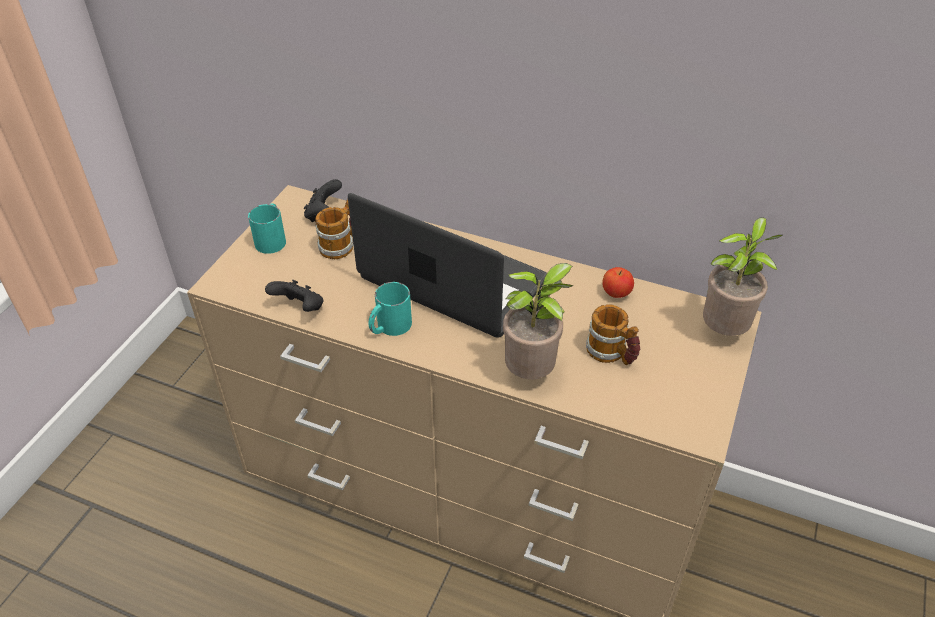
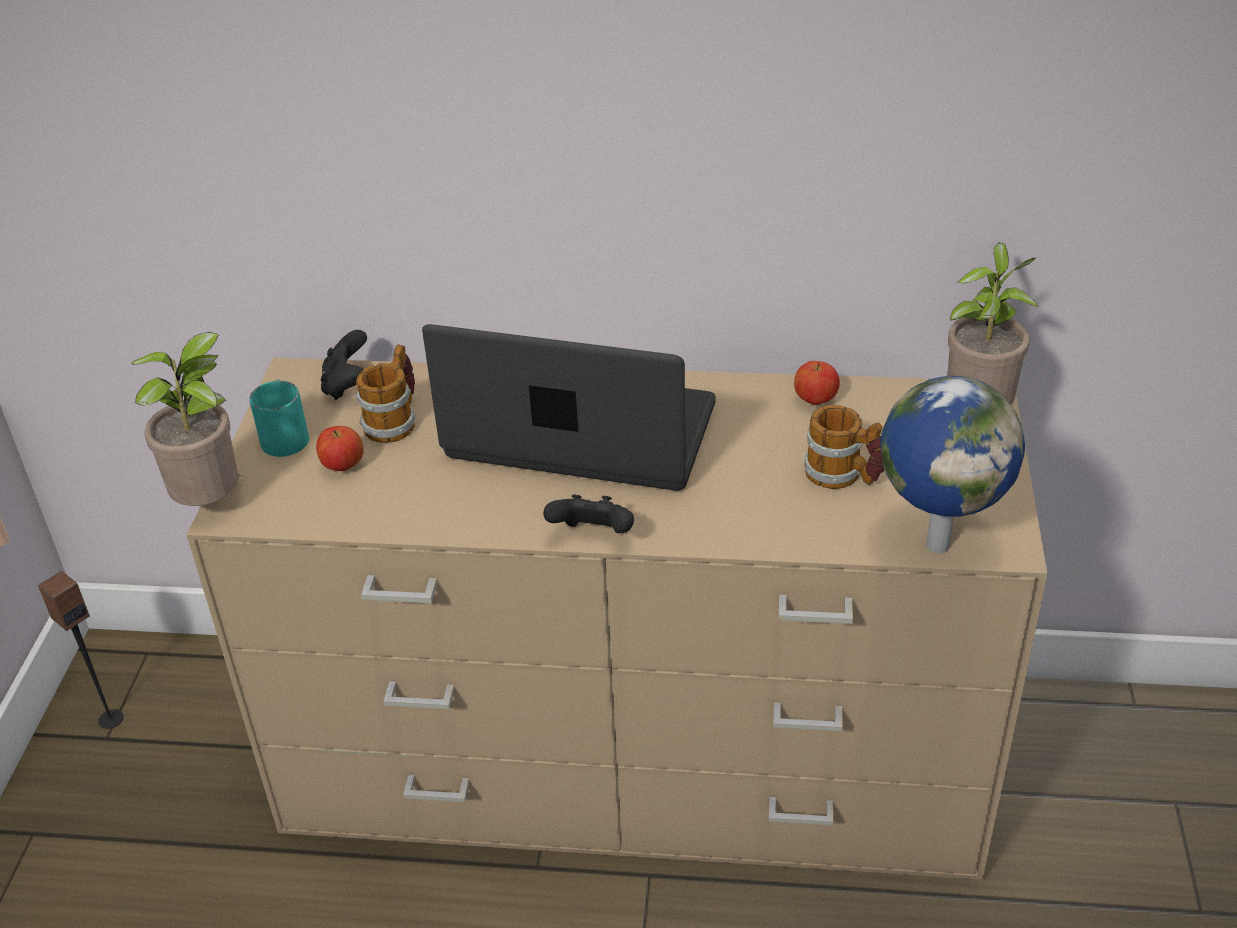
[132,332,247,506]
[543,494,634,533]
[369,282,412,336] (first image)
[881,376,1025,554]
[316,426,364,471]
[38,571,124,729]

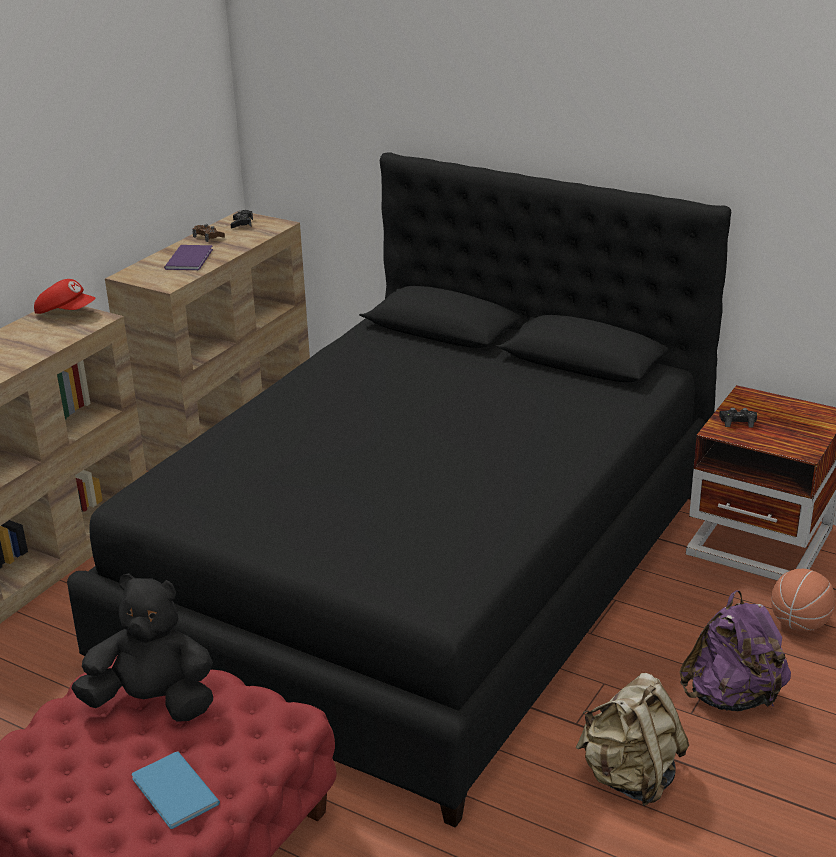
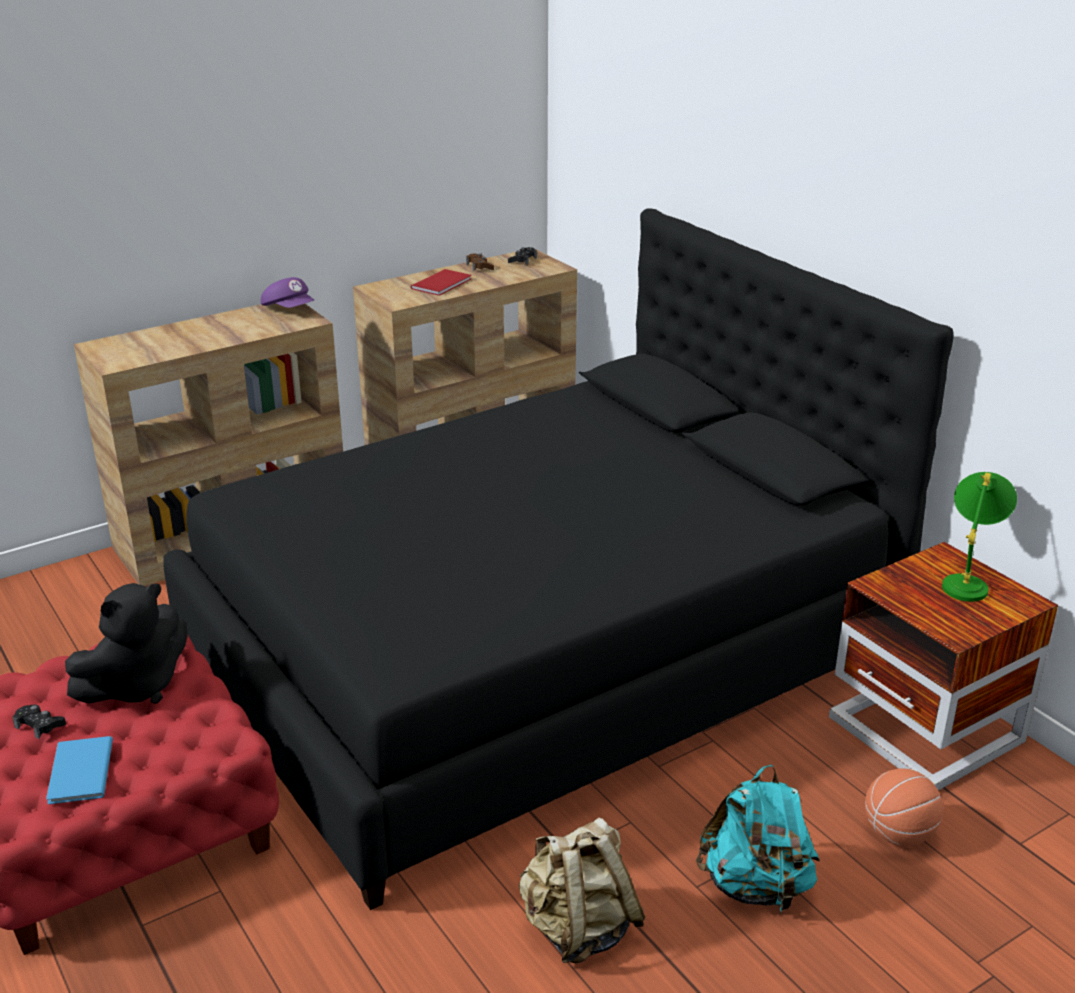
[410,269,471,296]
[261,277,314,308]
[13,704,66,739]
[65,583,188,704]
[696,765,820,912]
[942,472,1017,602]

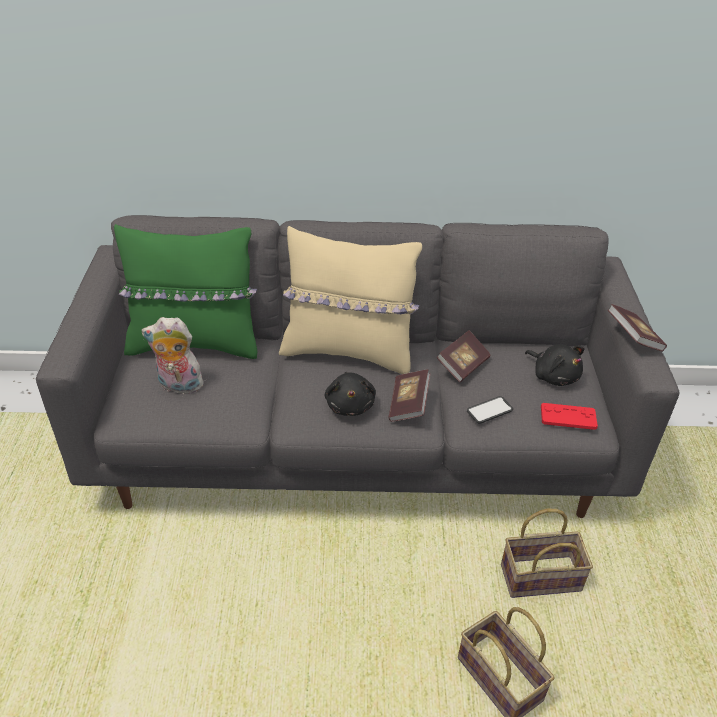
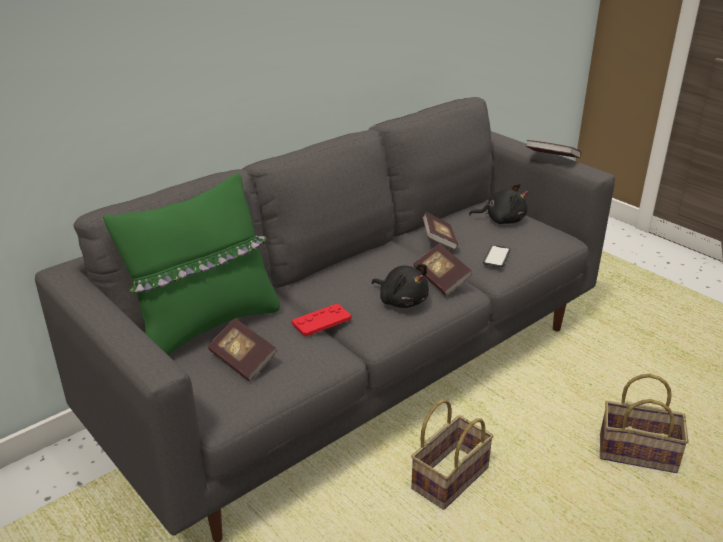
[279,226,422,374] (first image)
[208,318,277,382]
[292,304,351,336]
[411,399,494,510]

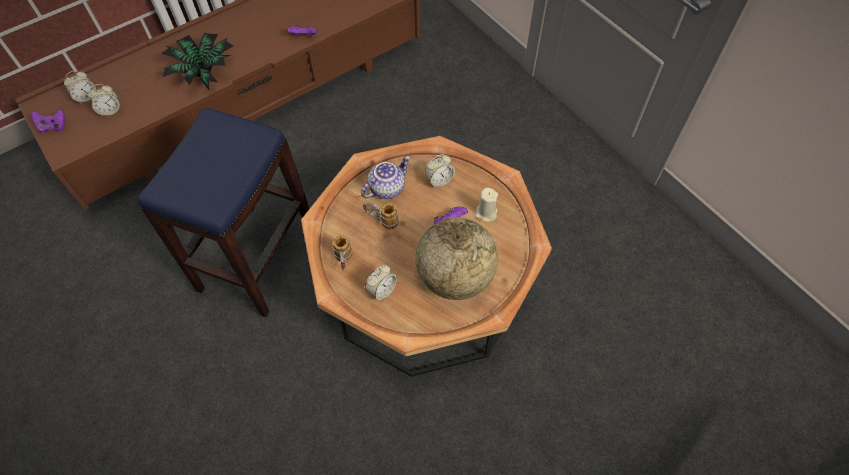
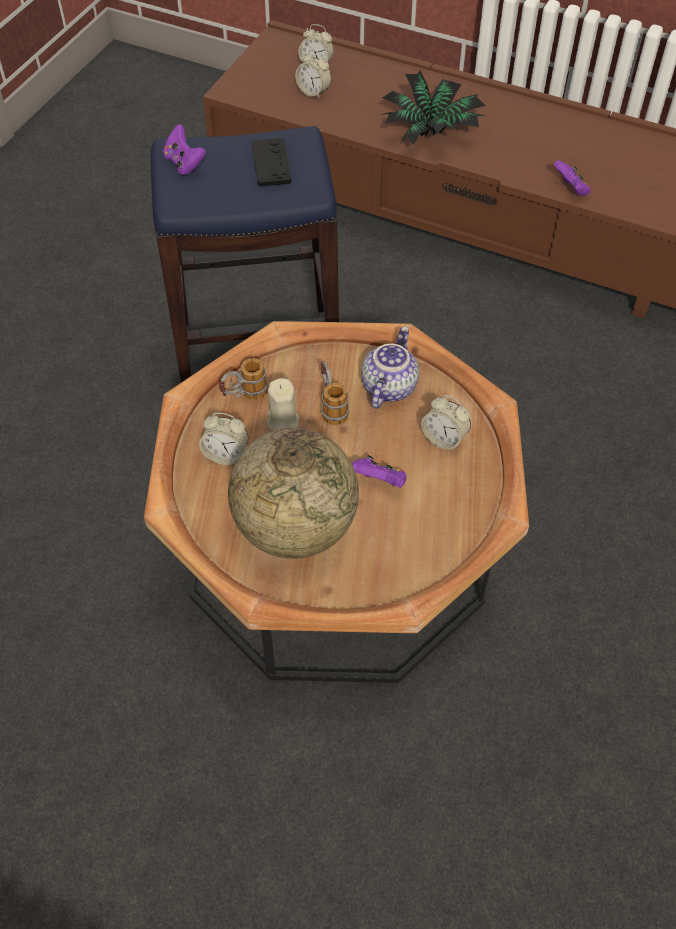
[163,124,206,175]
[361,327,419,409]
[267,378,299,431]
[252,138,291,187]

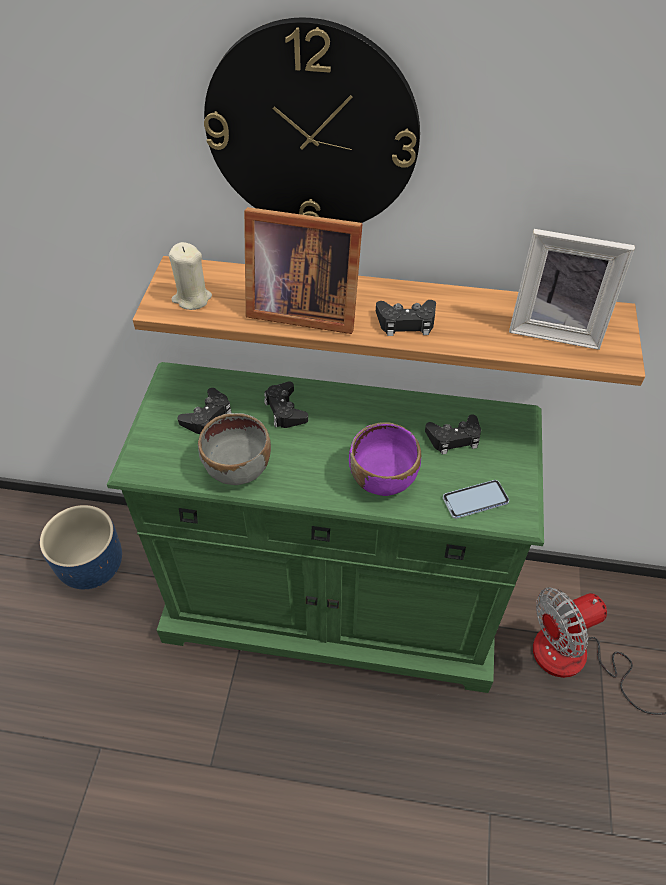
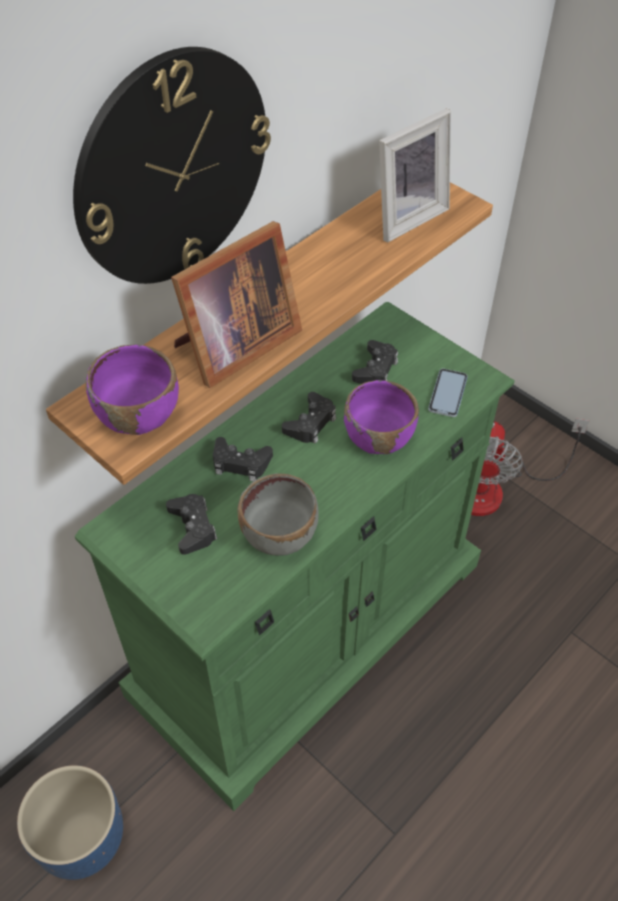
[86,344,179,435]
[282,392,336,444]

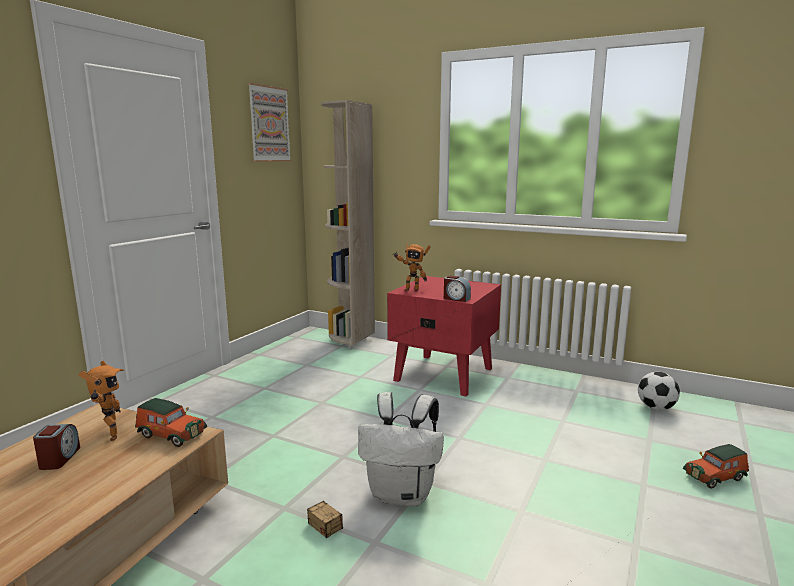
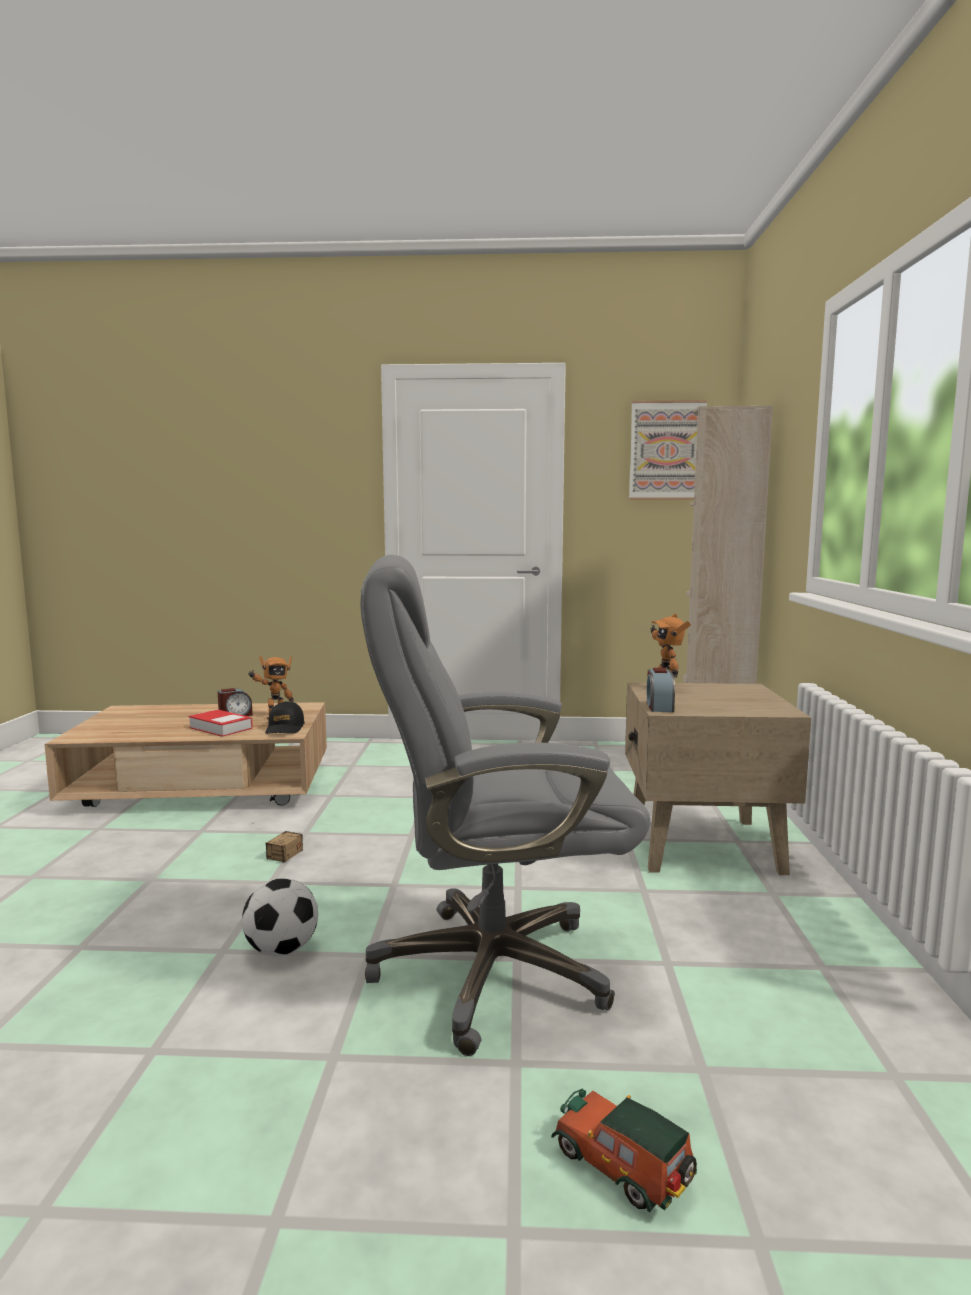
[625,682,811,875]
[242,878,318,956]
[358,392,444,506] (first image)
[265,702,305,734]
[361,555,651,1056]
[189,709,253,737]

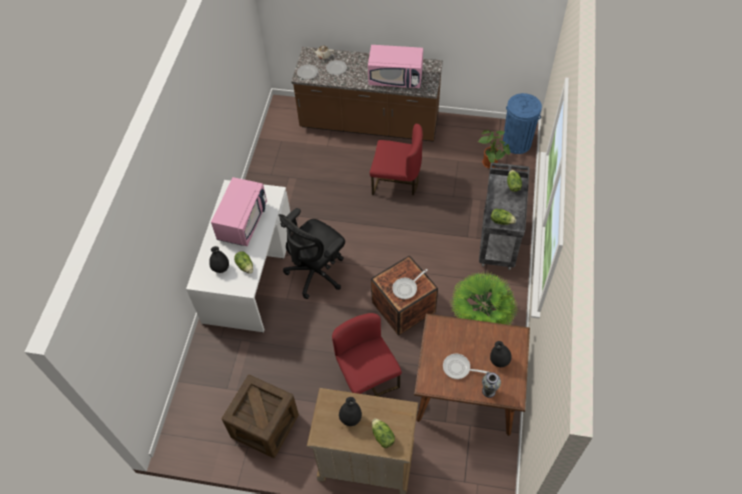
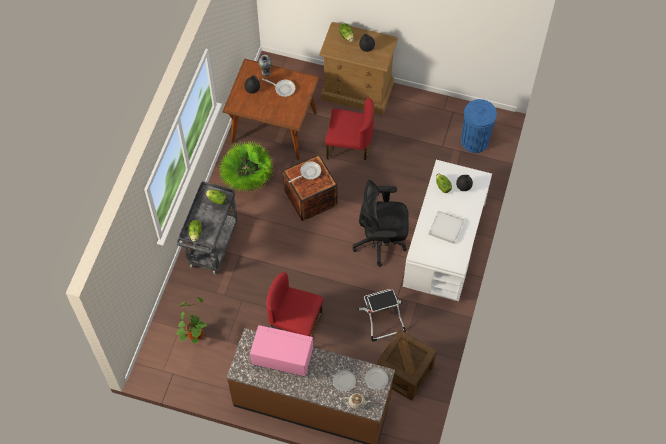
[461,99,497,153]
[429,211,464,244]
[353,180,409,267]
[325,98,374,160]
[376,329,437,401]
[358,289,406,342]

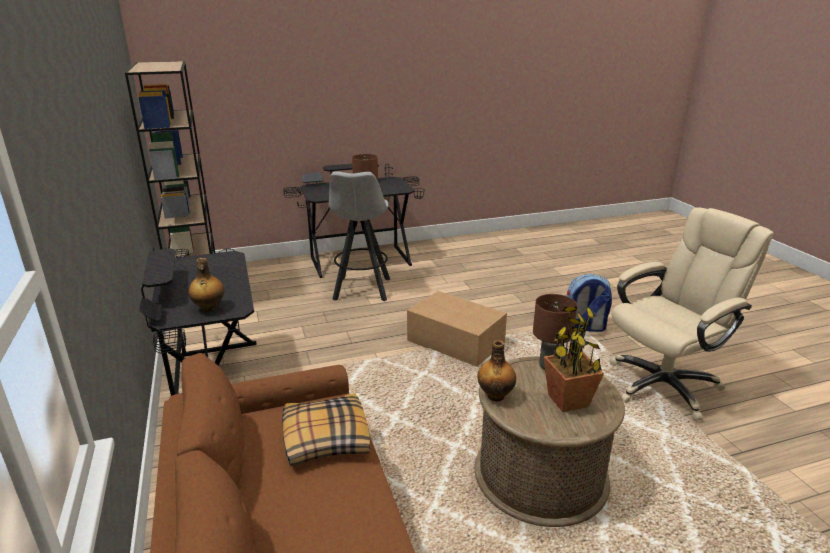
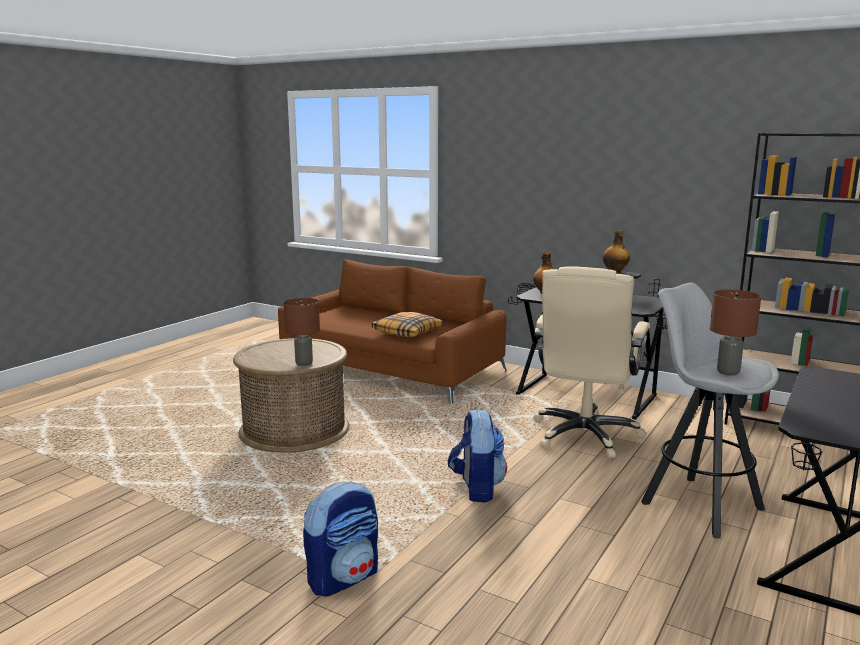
[533,266,650,459]
[448,409,507,503]
[544,306,604,412] (first image)
[603,230,630,273]

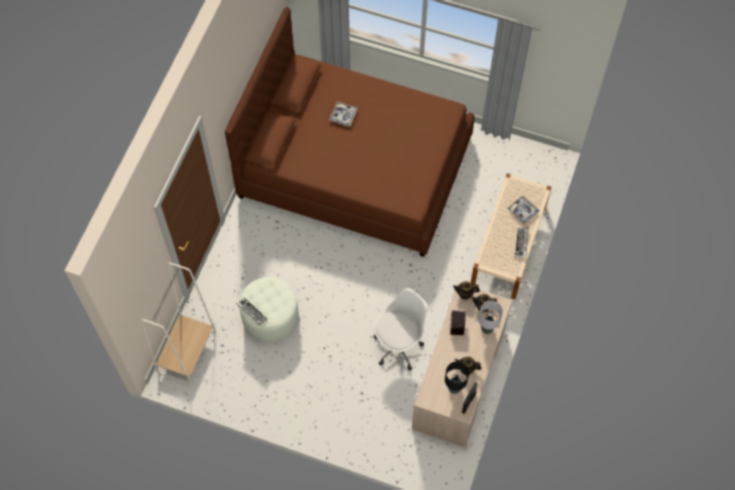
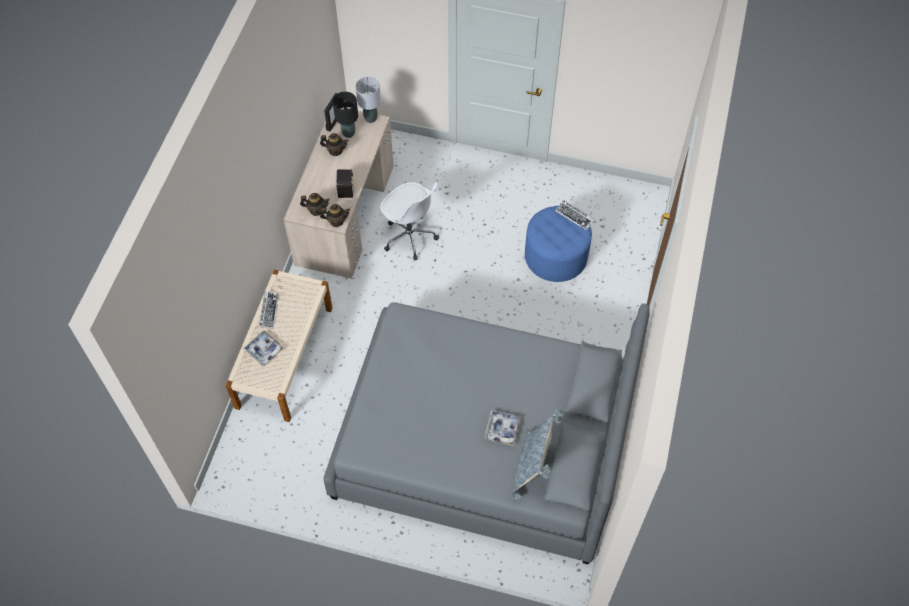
[323,302,650,564]
[141,263,216,385] (first image)
[525,206,592,282]
[380,182,439,260]
[356,77,381,123]
[512,409,563,501]

